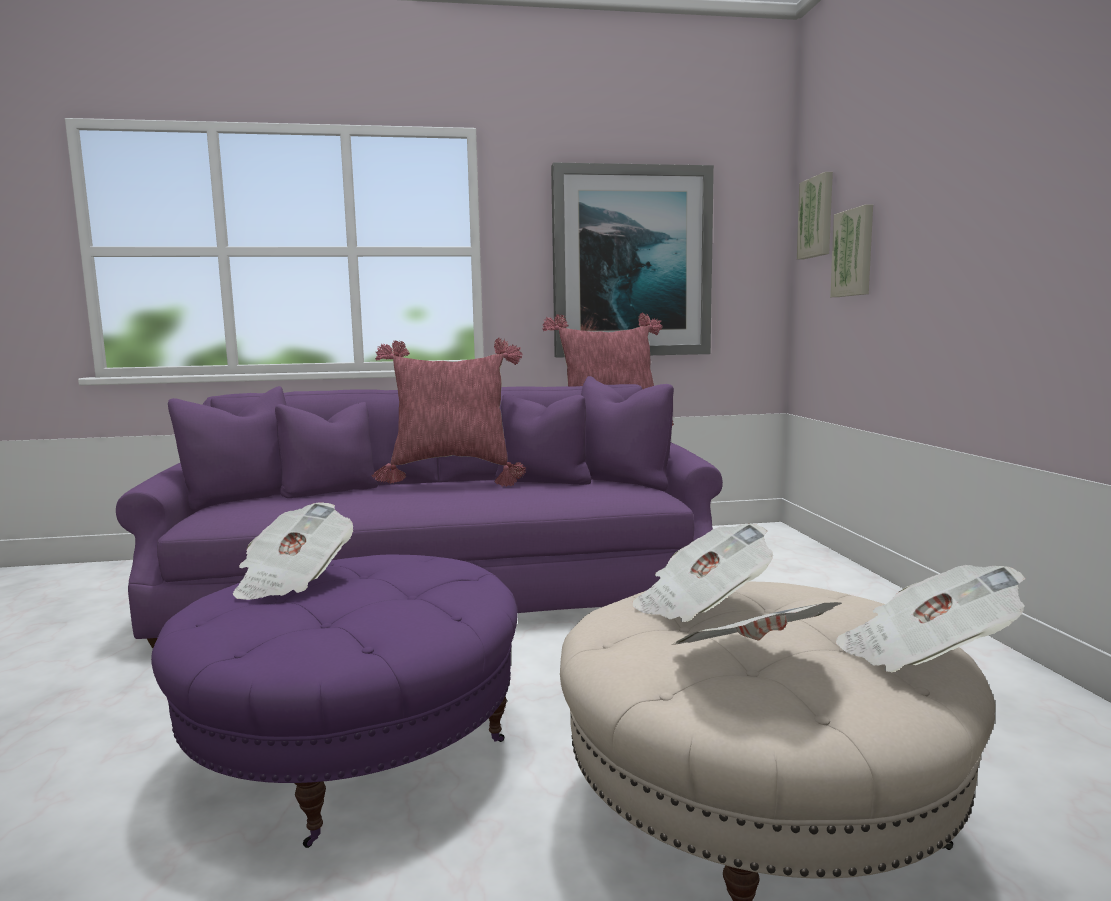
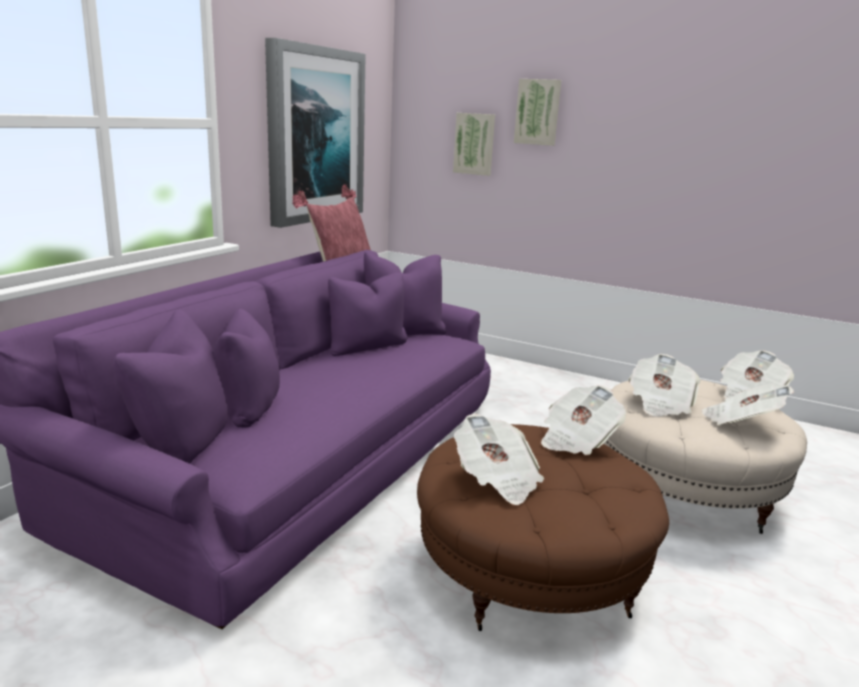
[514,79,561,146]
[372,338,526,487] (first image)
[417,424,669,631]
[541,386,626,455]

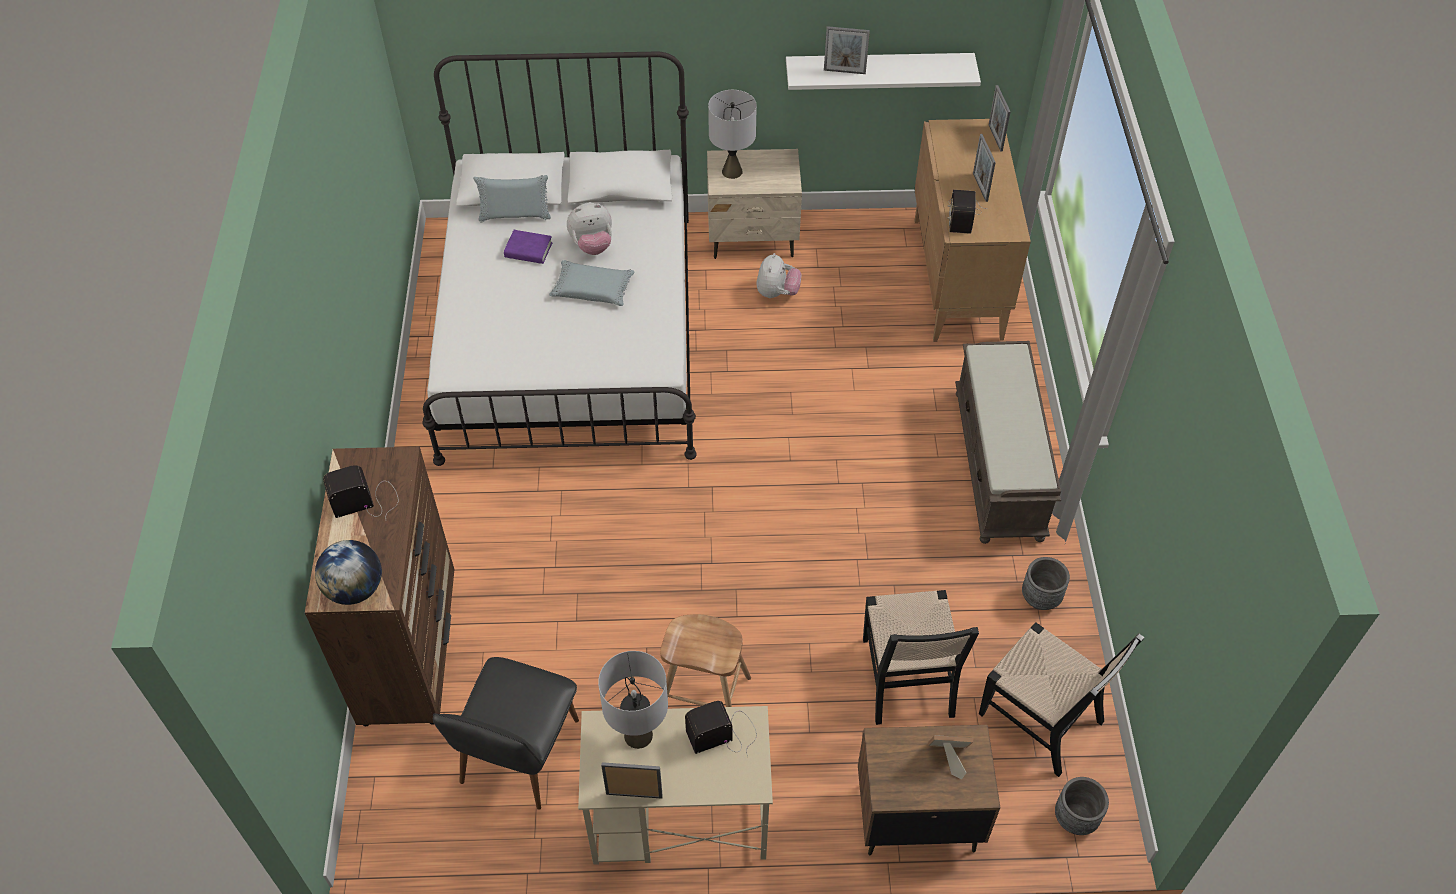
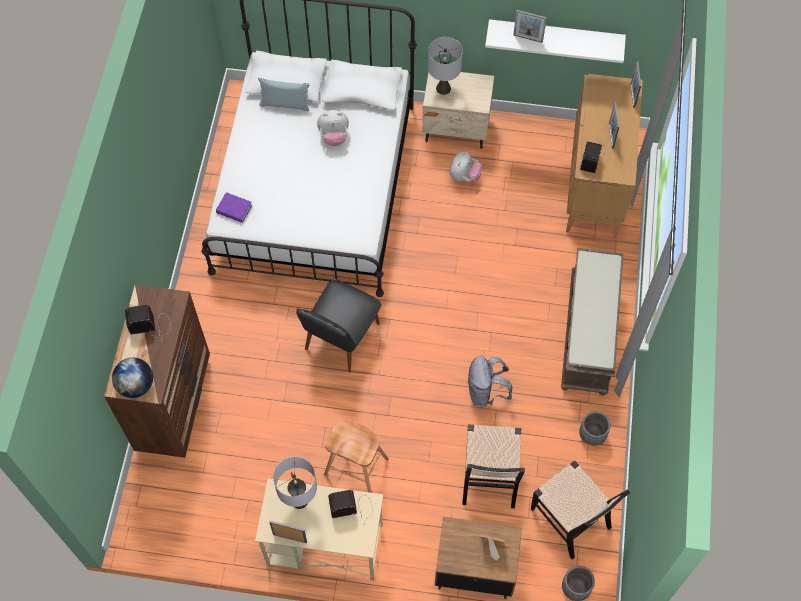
[216,192,252,223]
[549,260,635,306] (first image)
[296,279,382,372]
[468,356,512,408]

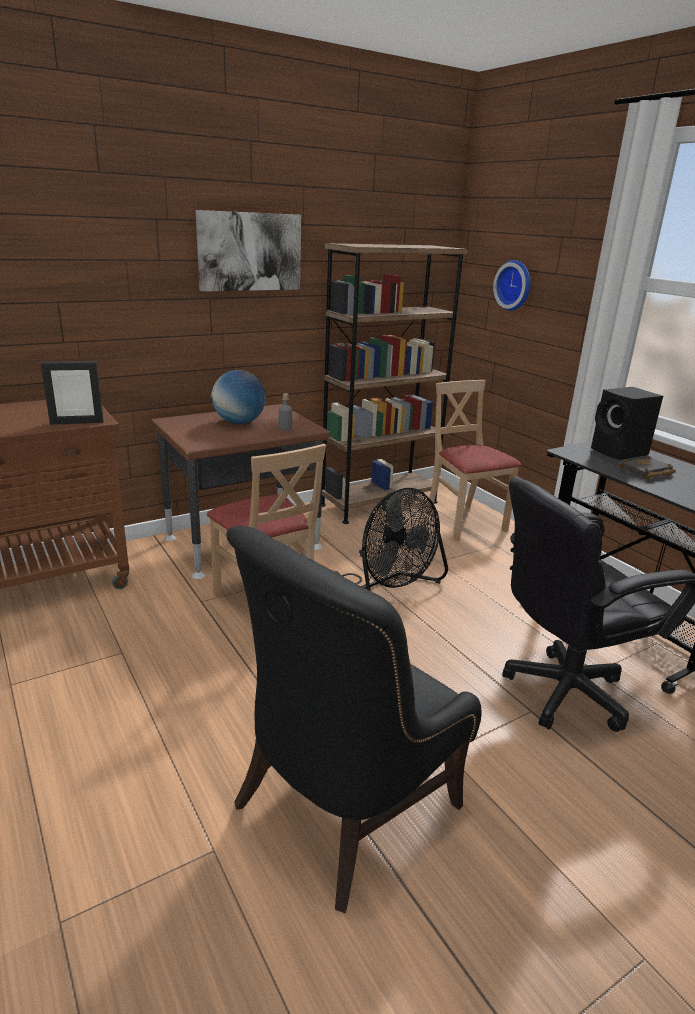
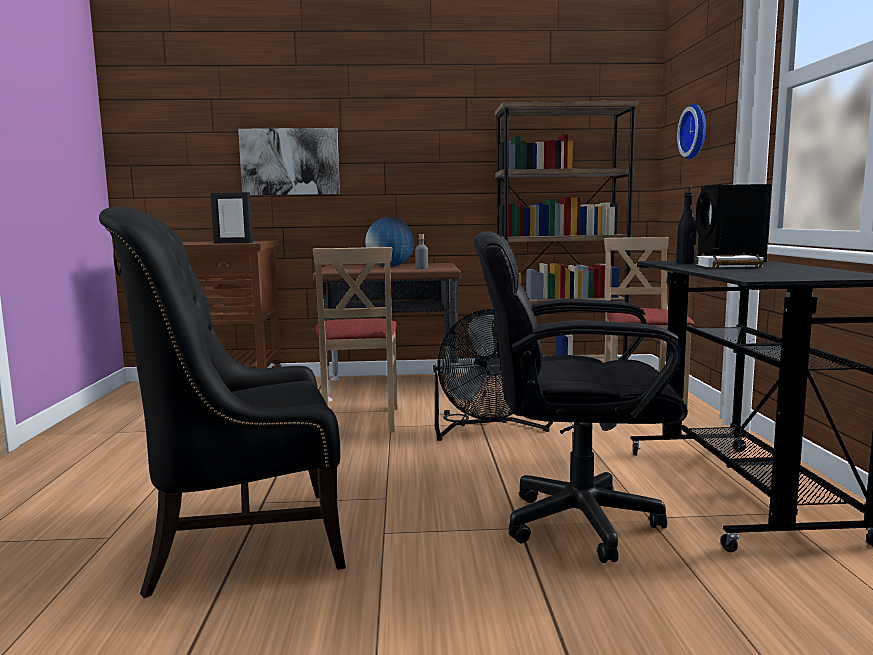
[238,128,340,195]
[696,253,764,269]
[676,186,697,264]

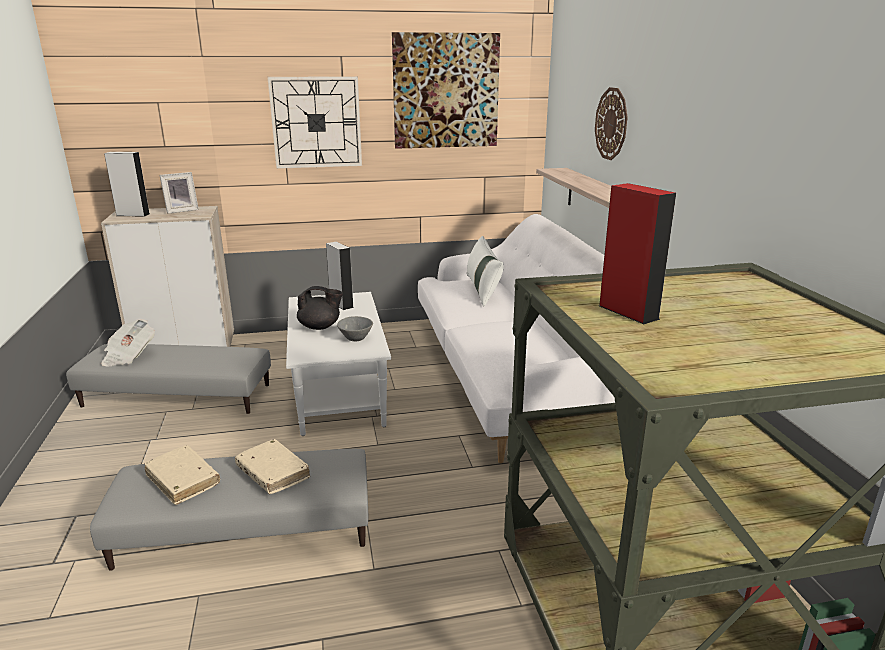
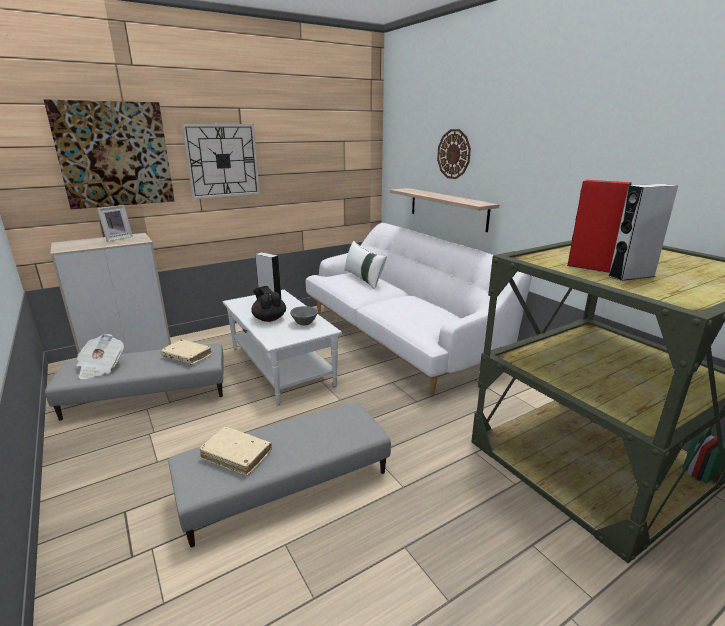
[43,99,175,209]
[608,184,678,281]
[251,286,286,322]
[161,339,212,364]

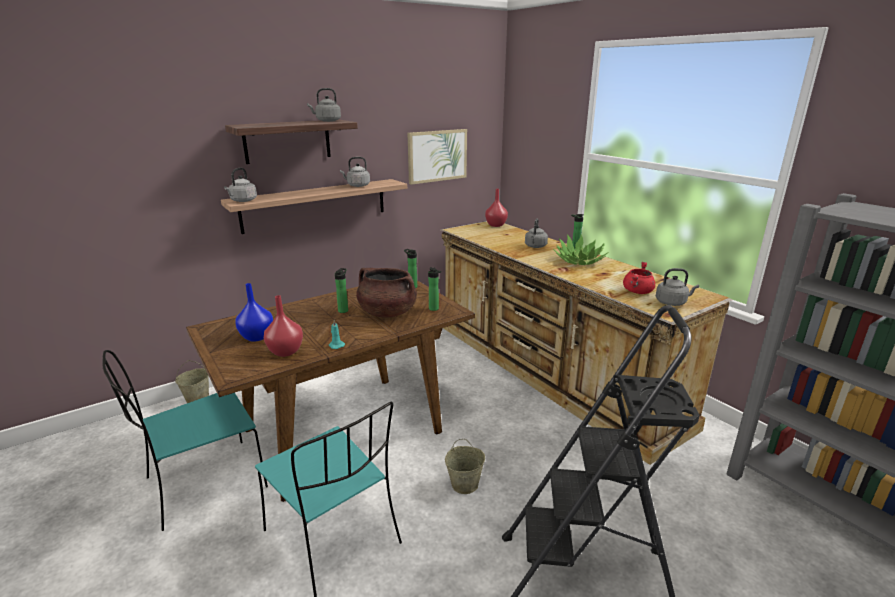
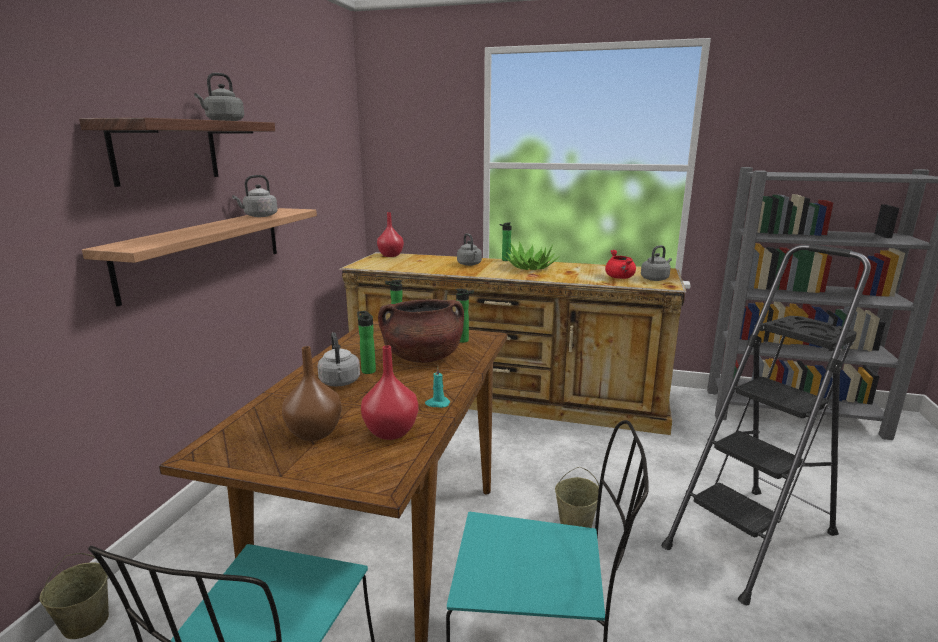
[407,129,467,185] (first image)
[317,332,360,387]
[282,346,342,441]

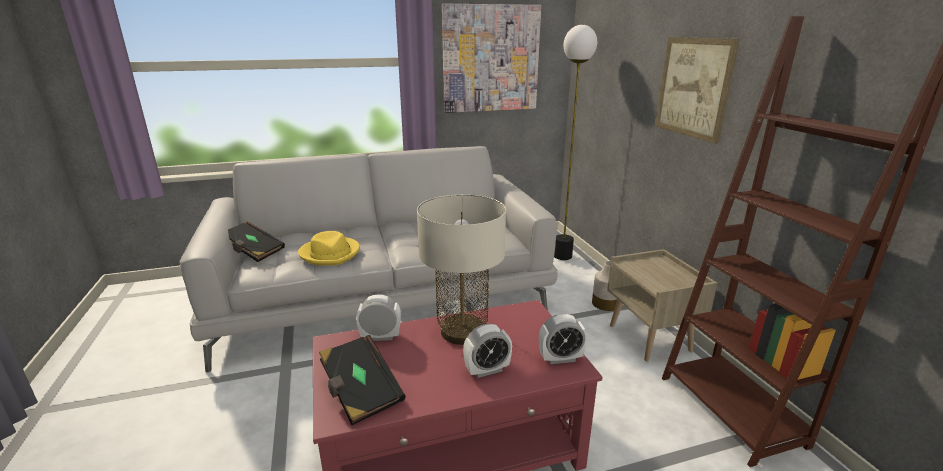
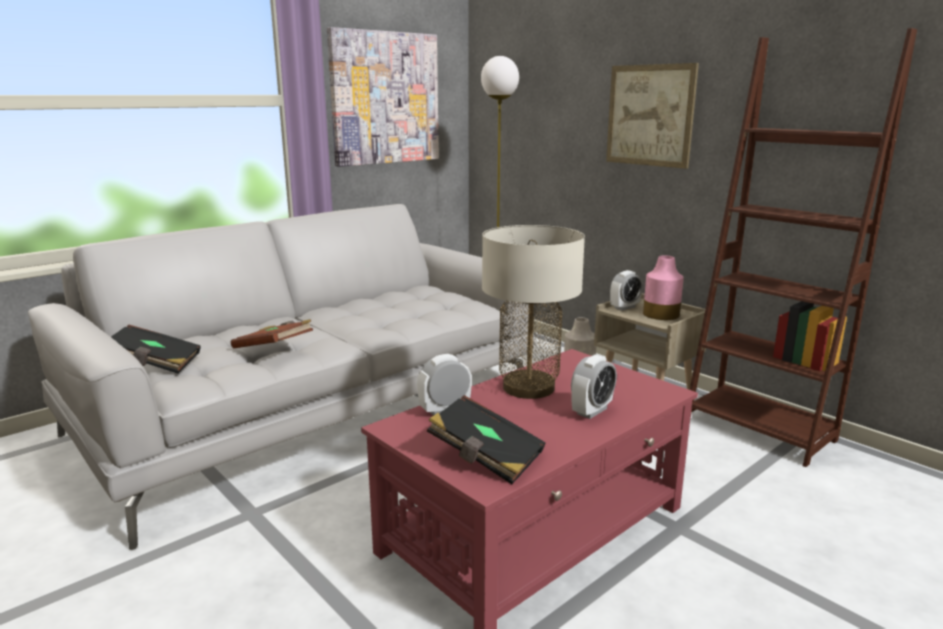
[231,319,313,348]
[610,270,642,311]
[643,255,684,320]

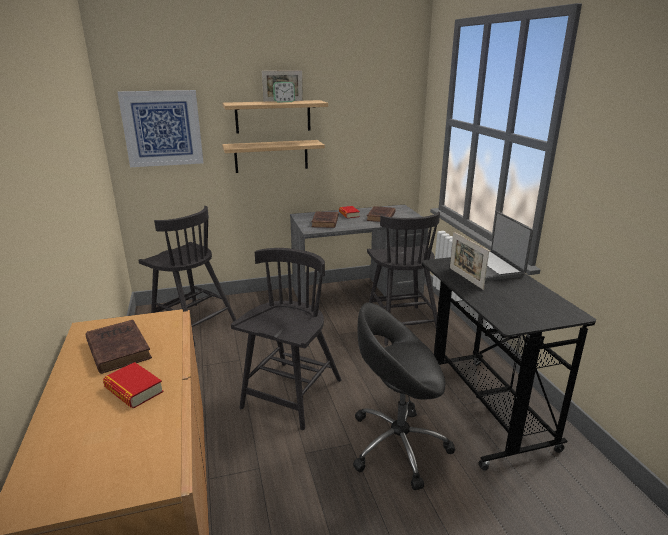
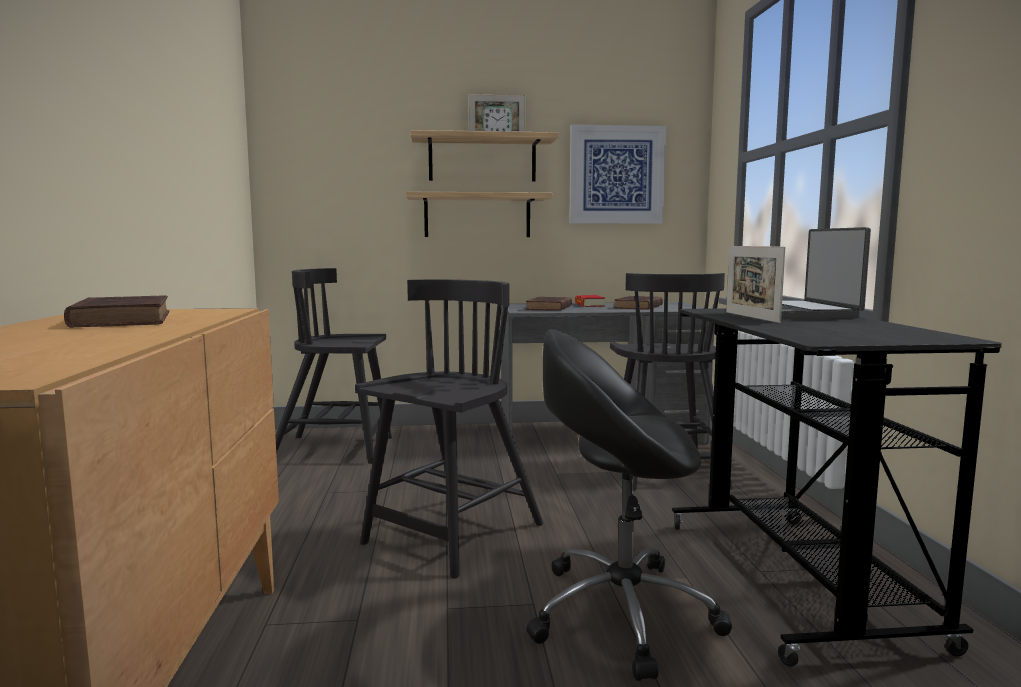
[569,124,666,224]
[275,268,392,464]
[103,362,164,408] (first image)

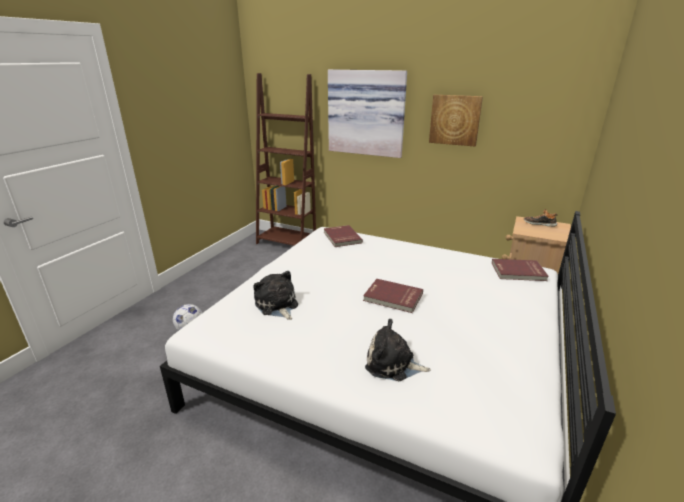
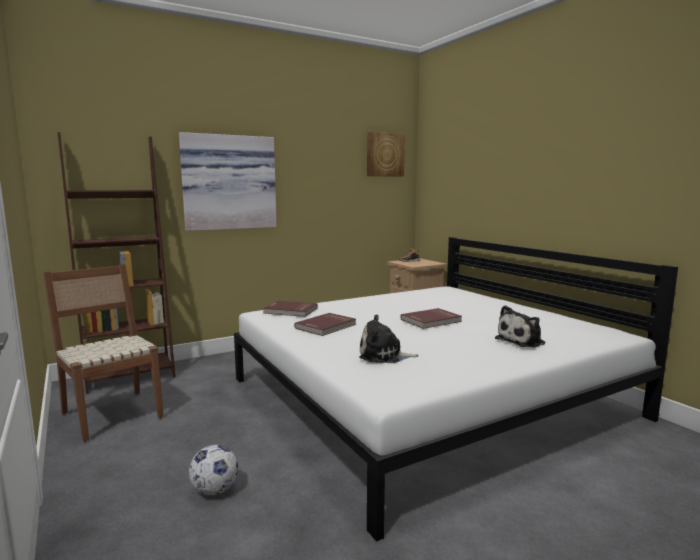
[367,132,405,177]
[294,313,356,336]
[43,264,164,442]

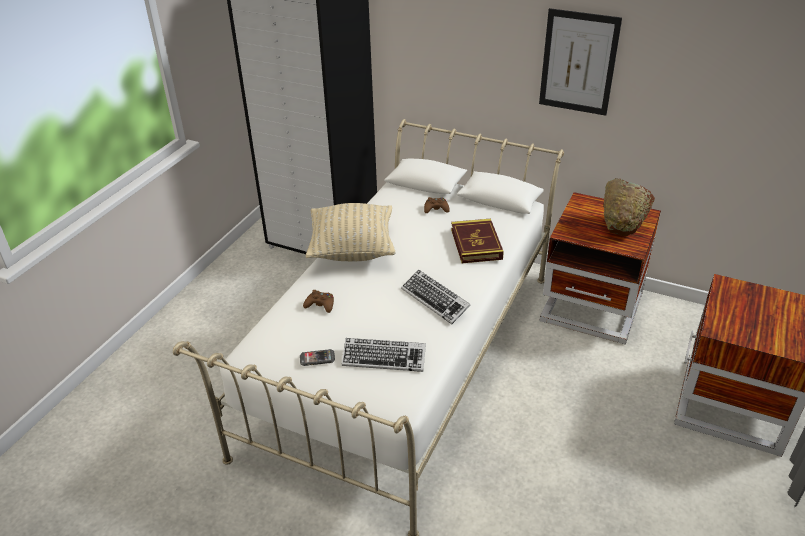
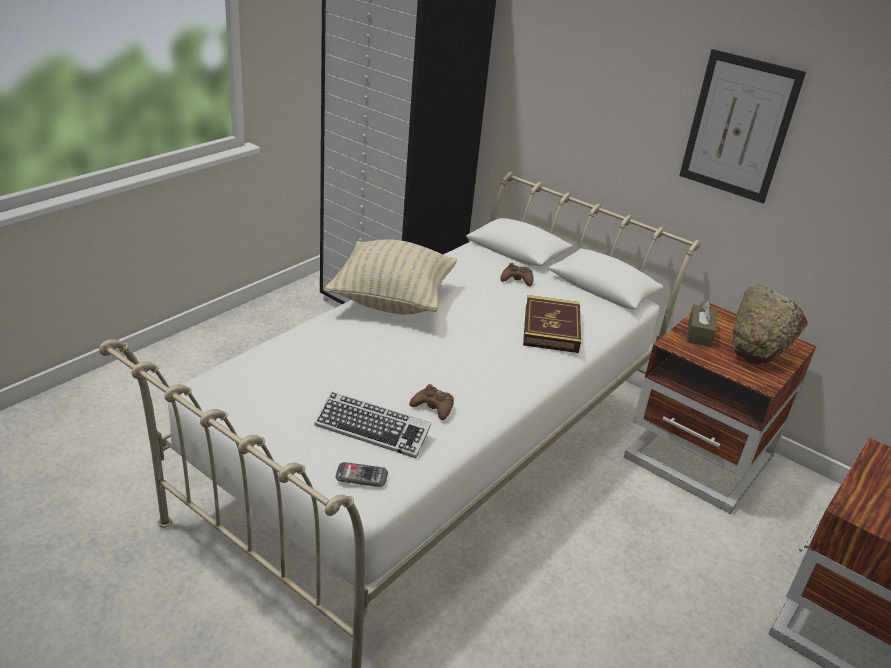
[401,270,471,324] (first image)
[409,384,454,420]
[335,462,388,487]
[687,300,717,347]

